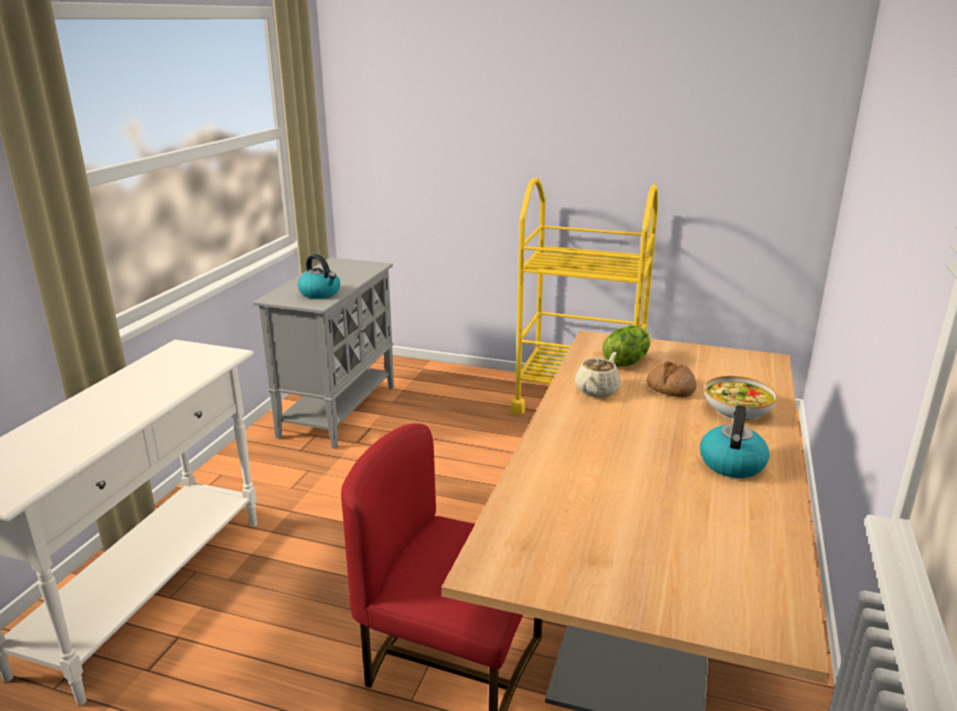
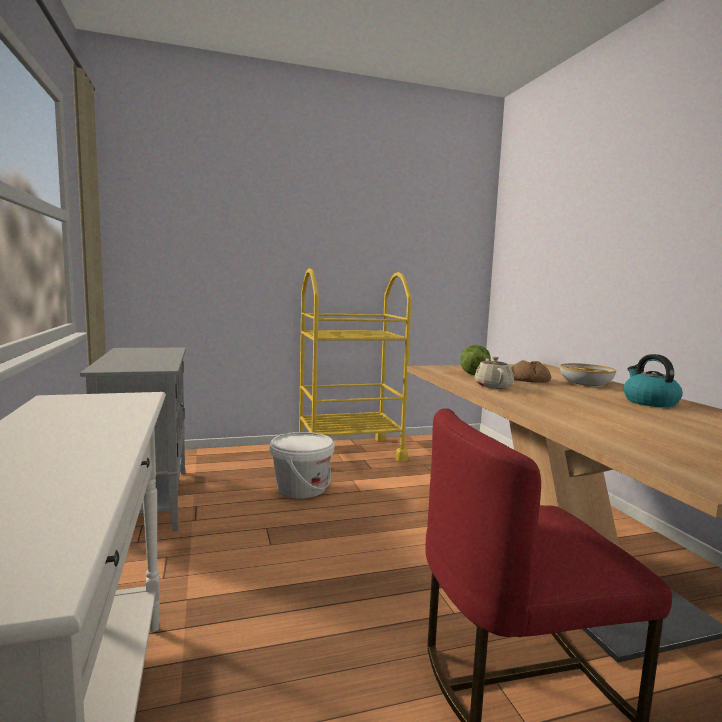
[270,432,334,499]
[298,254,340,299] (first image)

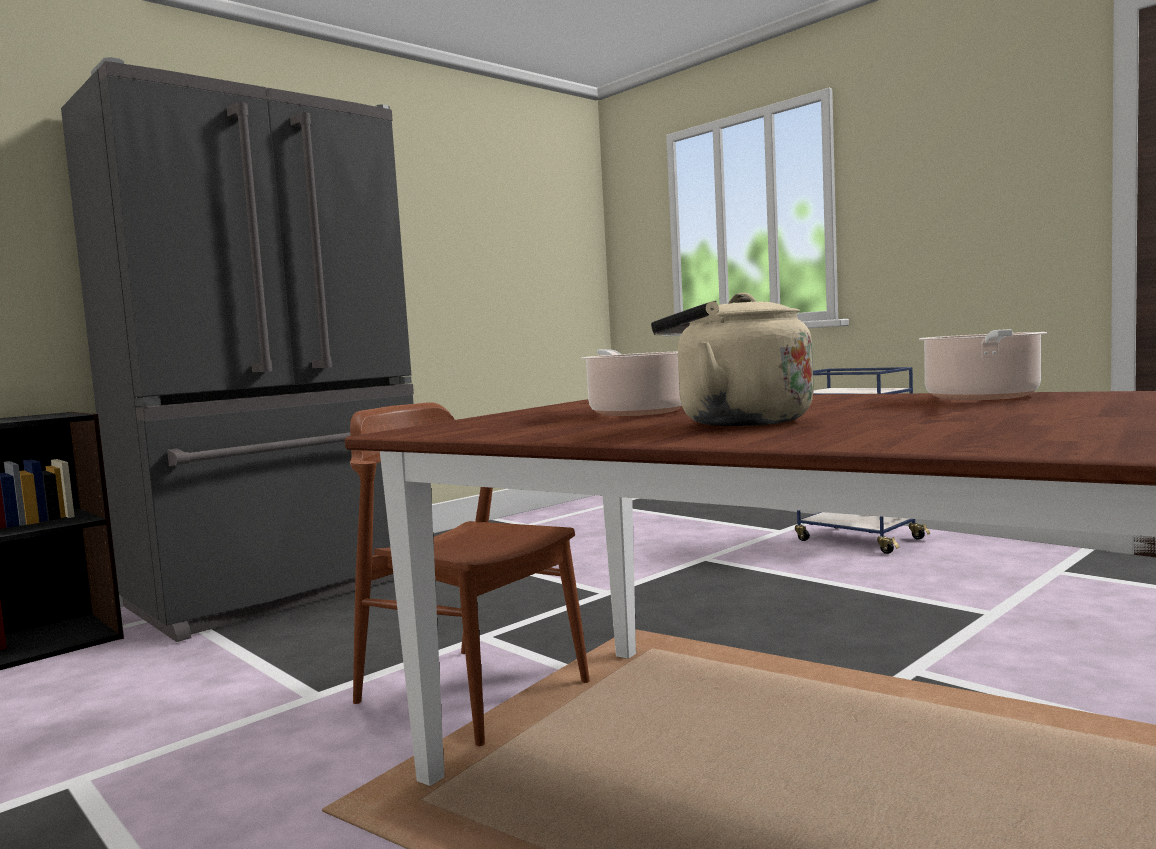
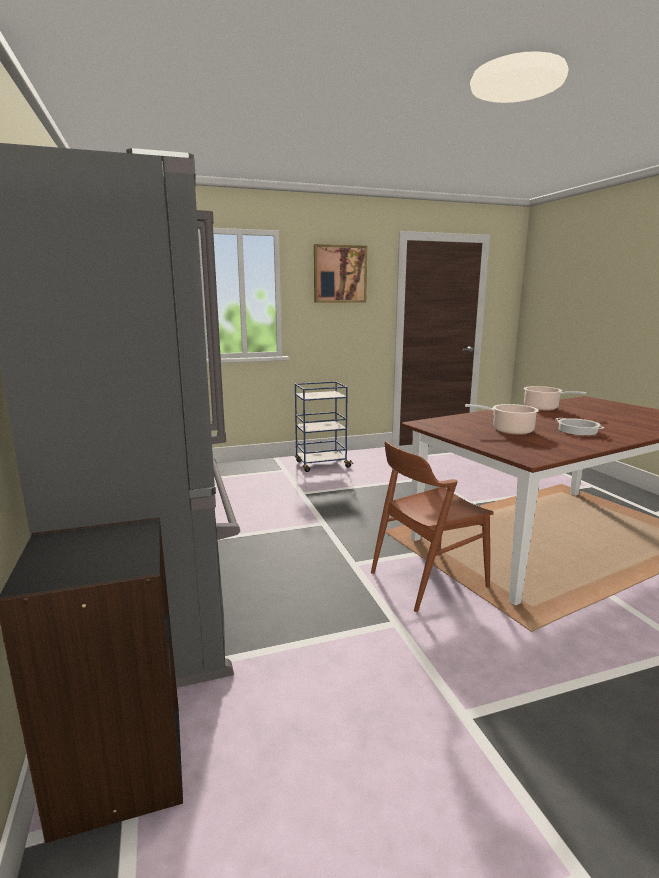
[314,244,367,303]
[556,418,605,435]

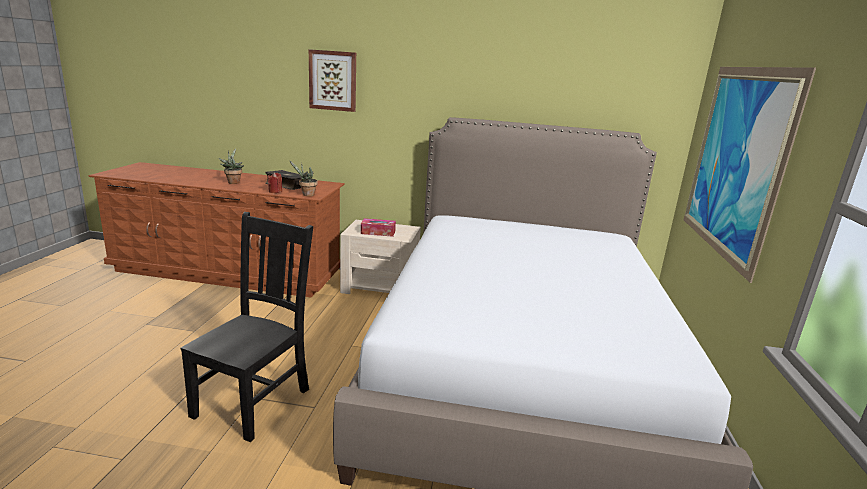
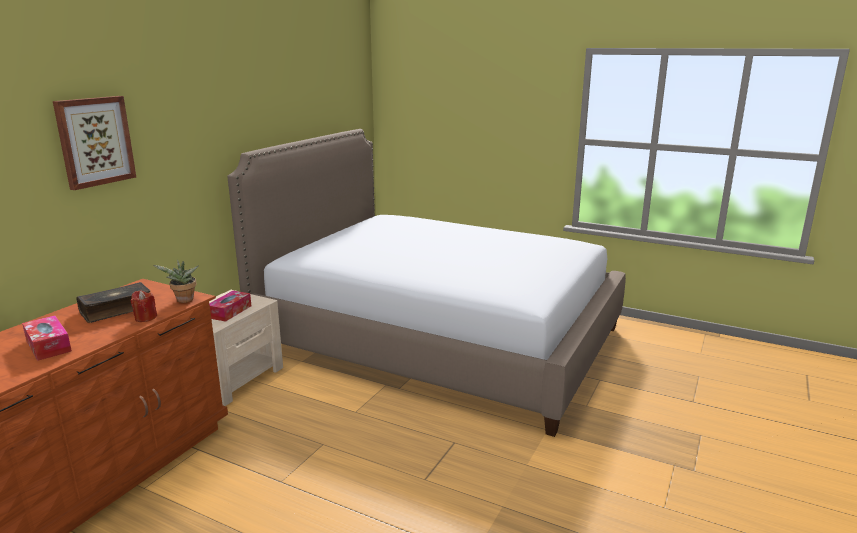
[22,315,72,361]
[180,212,313,442] (first image)
[684,67,816,283] (first image)

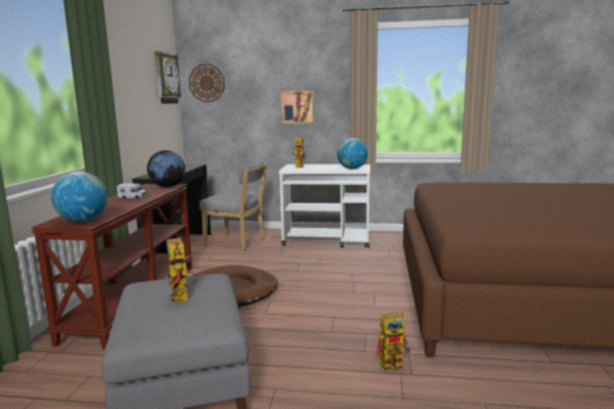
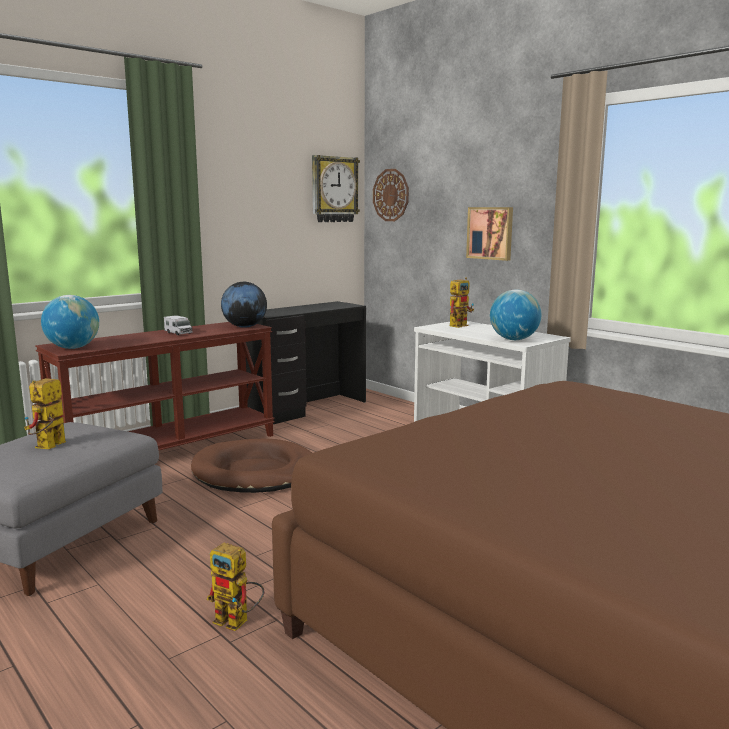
[199,161,267,250] (first image)

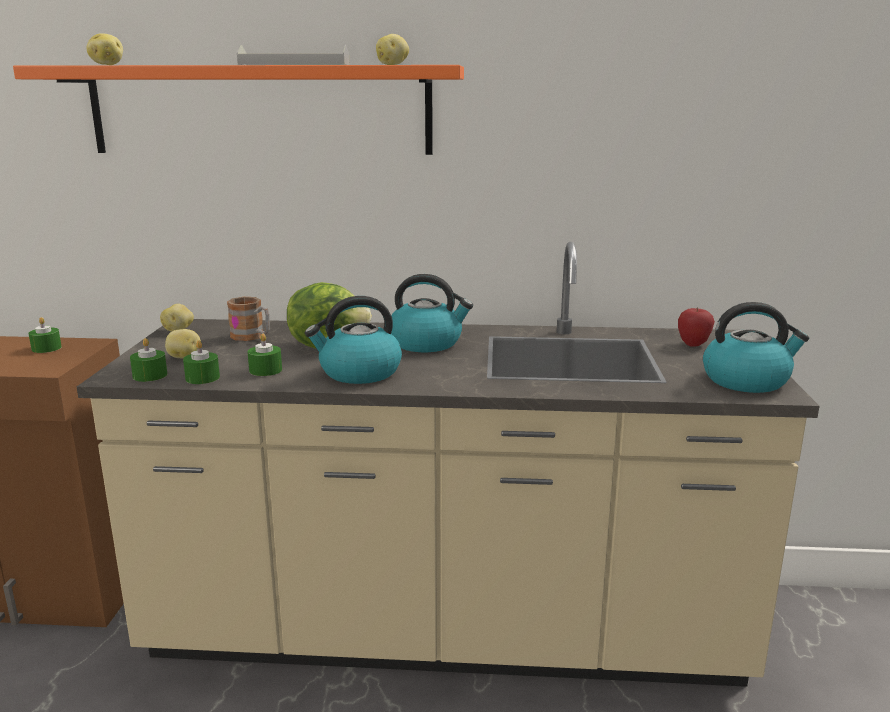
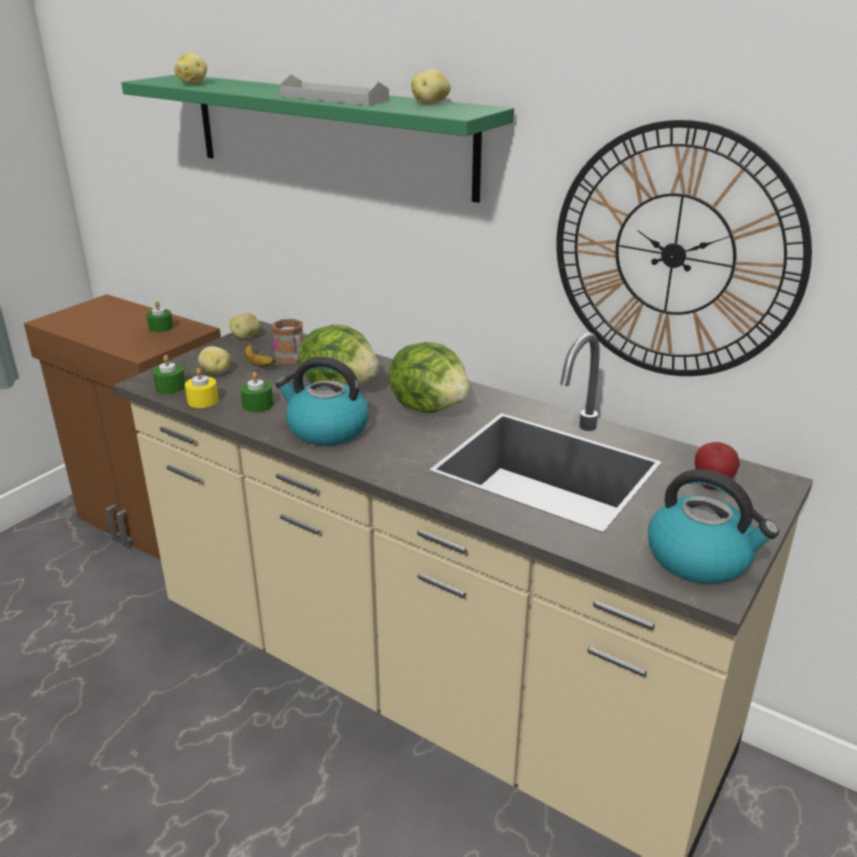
[121,75,514,203]
[185,368,219,408]
[245,337,276,367]
[389,342,470,413]
[556,119,812,376]

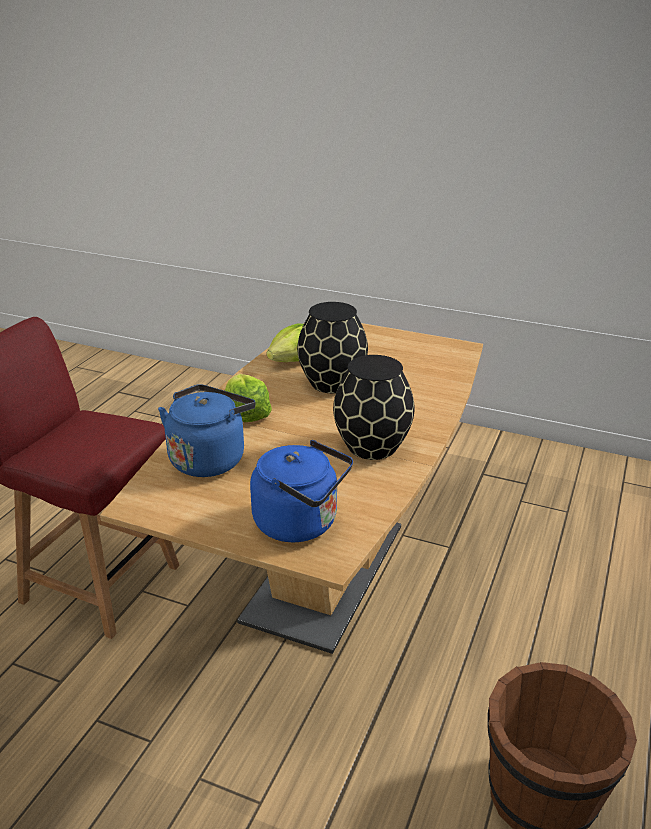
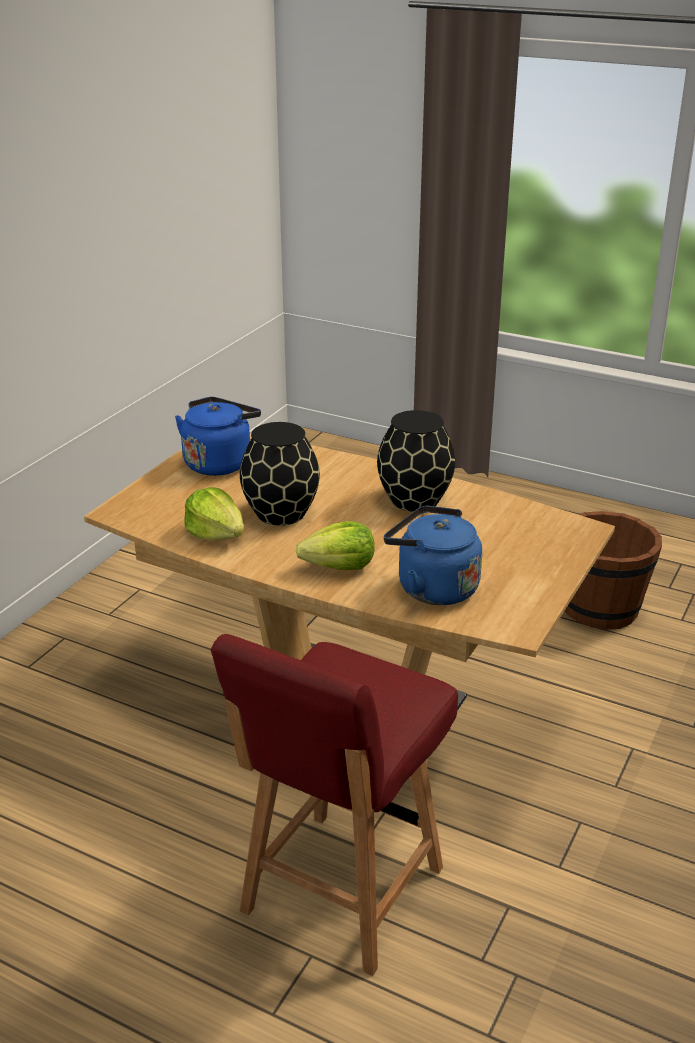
[175,397,261,476]

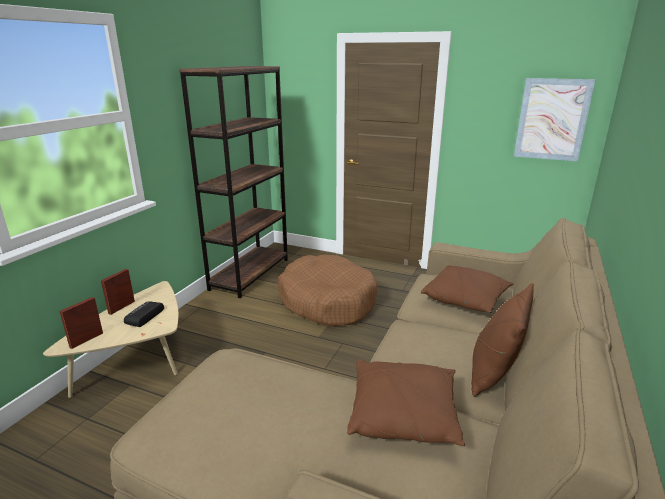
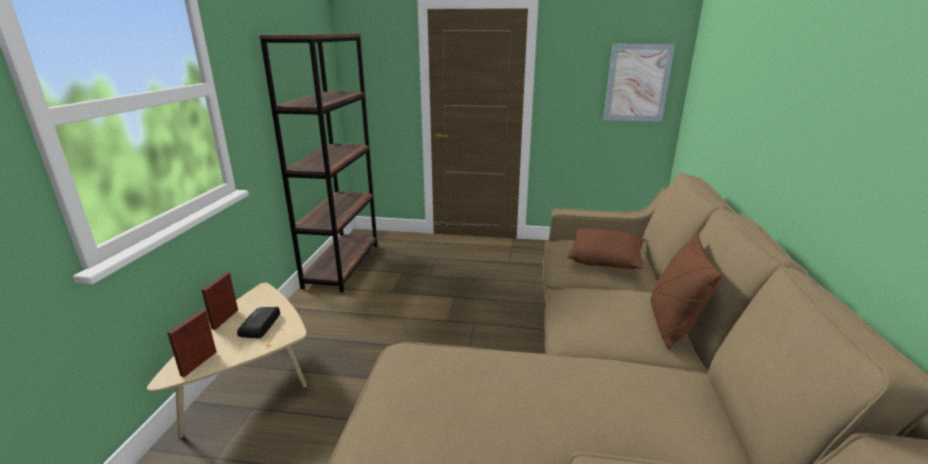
[278,255,377,327] (first image)
[347,360,465,446] (first image)

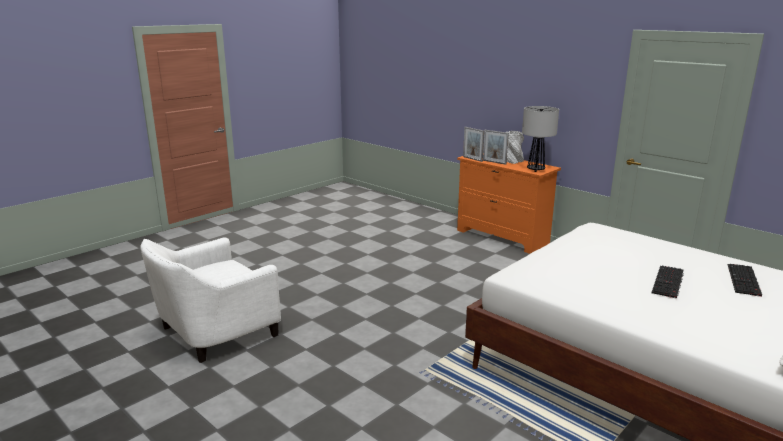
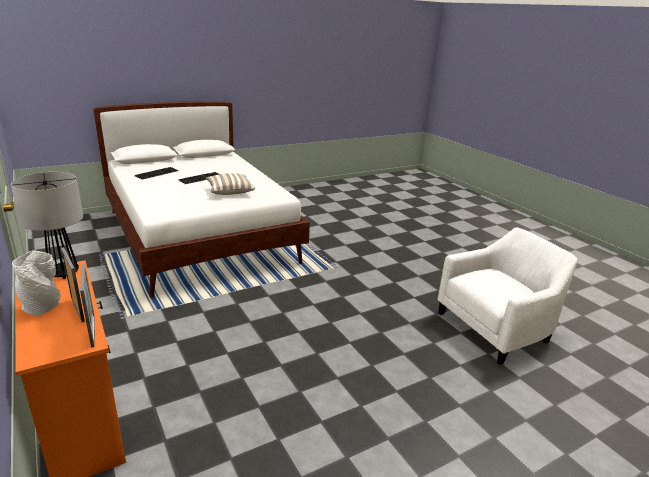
[206,173,255,195]

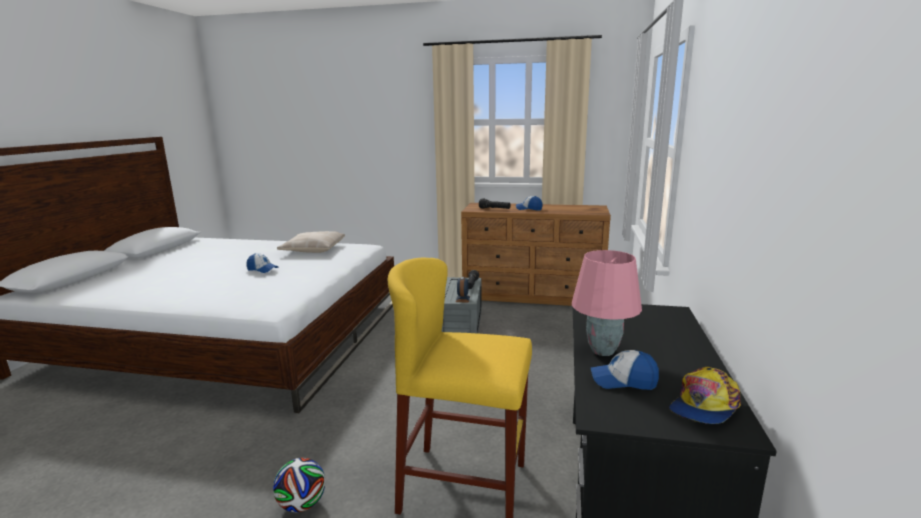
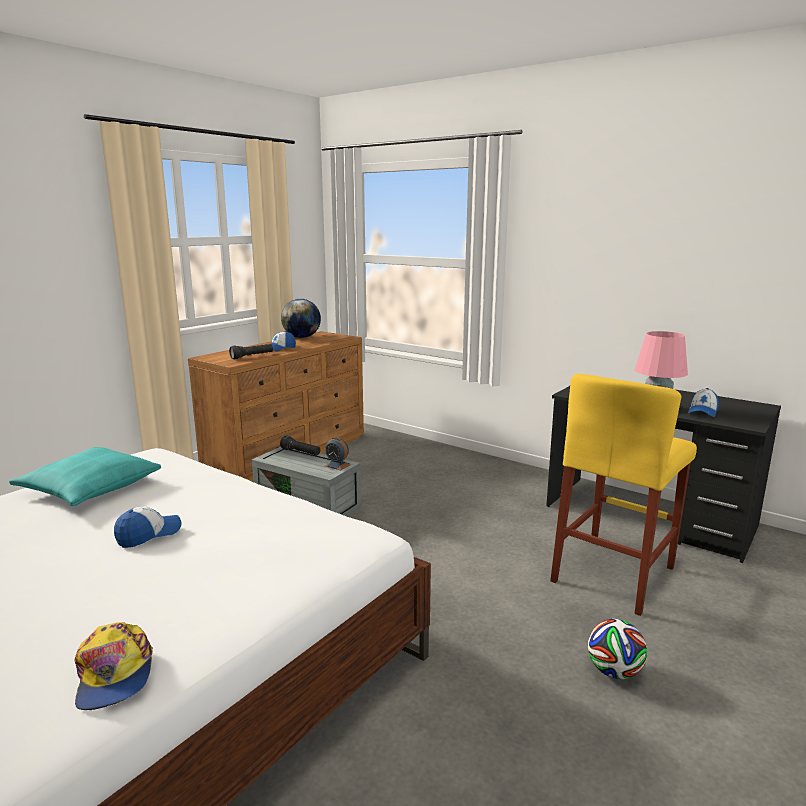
[9,447,161,506]
[75,622,153,710]
[281,299,321,338]

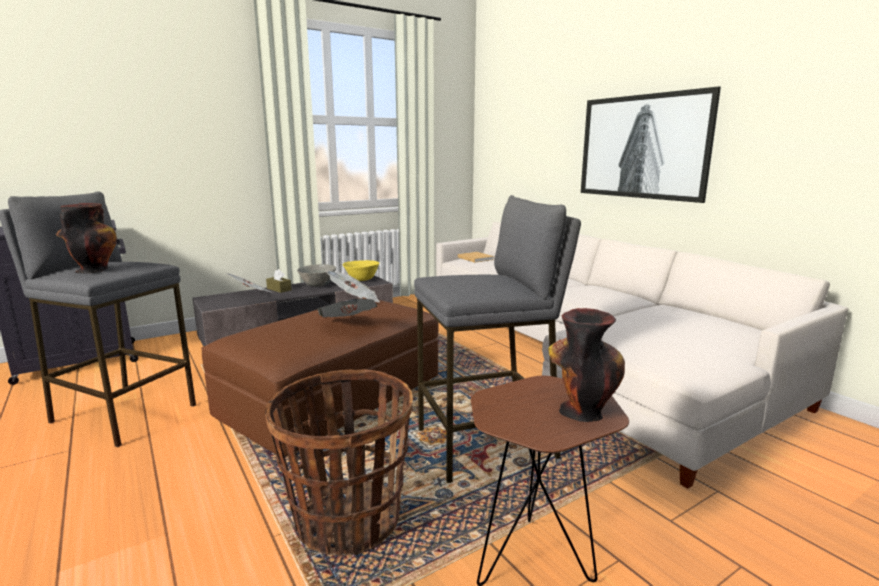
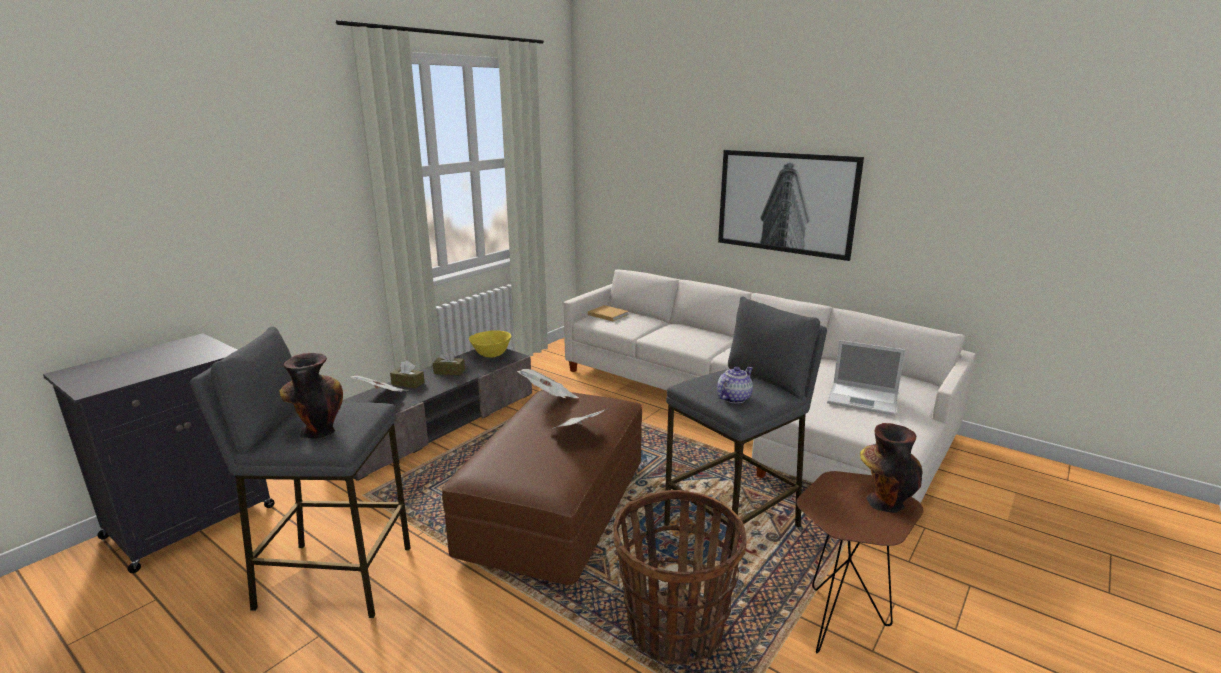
[433,350,465,375]
[717,367,753,404]
[827,340,905,416]

